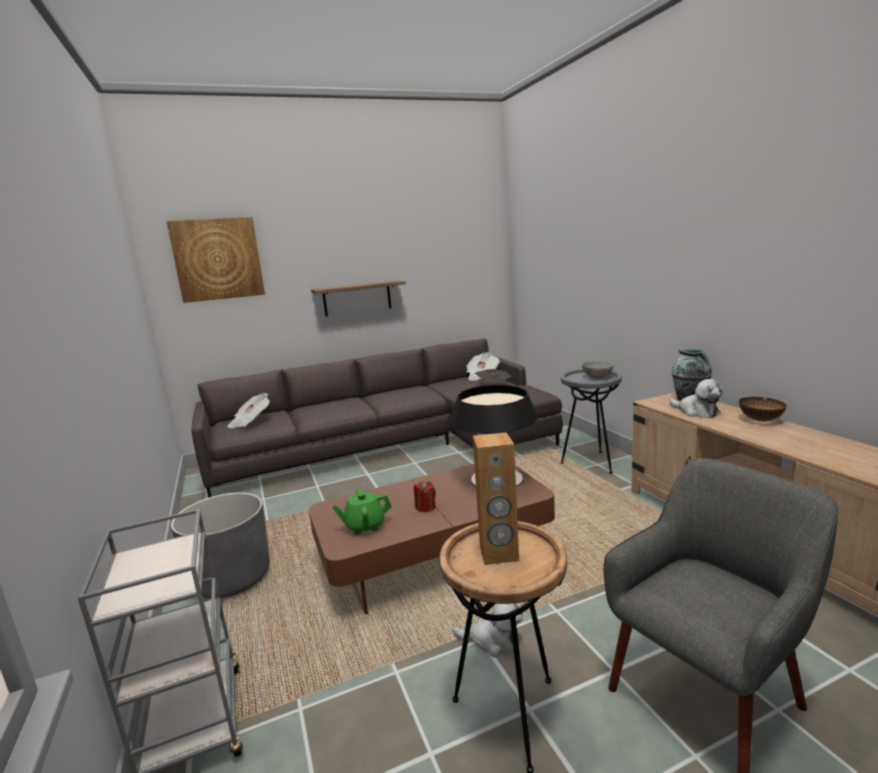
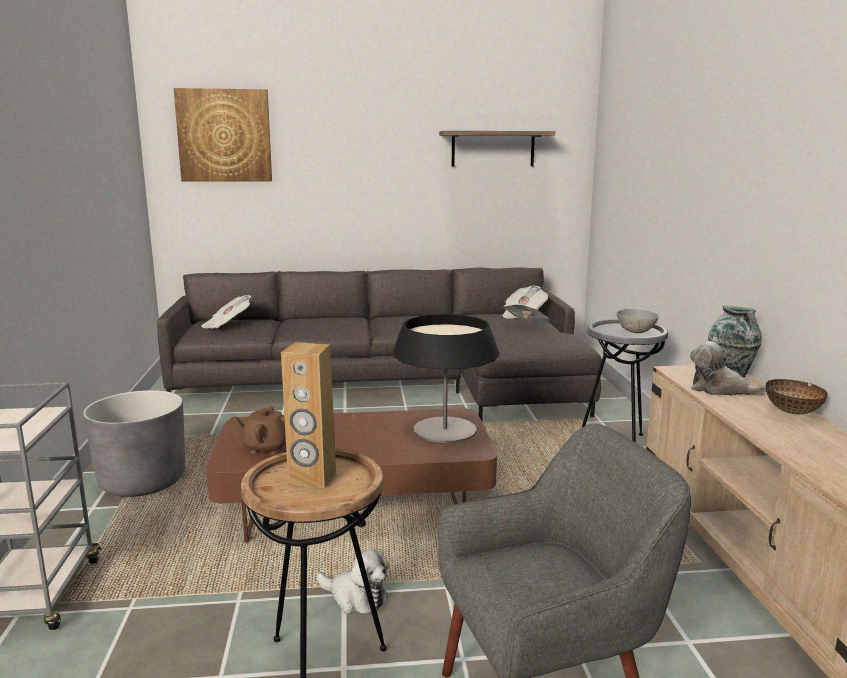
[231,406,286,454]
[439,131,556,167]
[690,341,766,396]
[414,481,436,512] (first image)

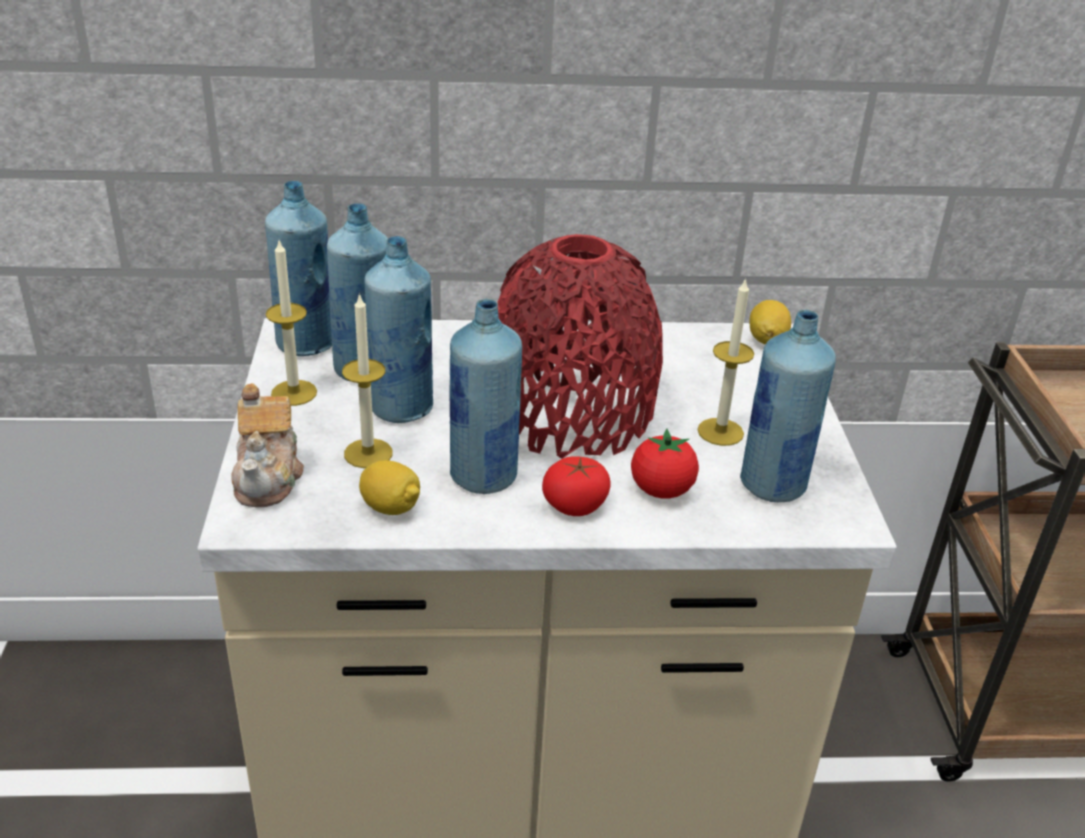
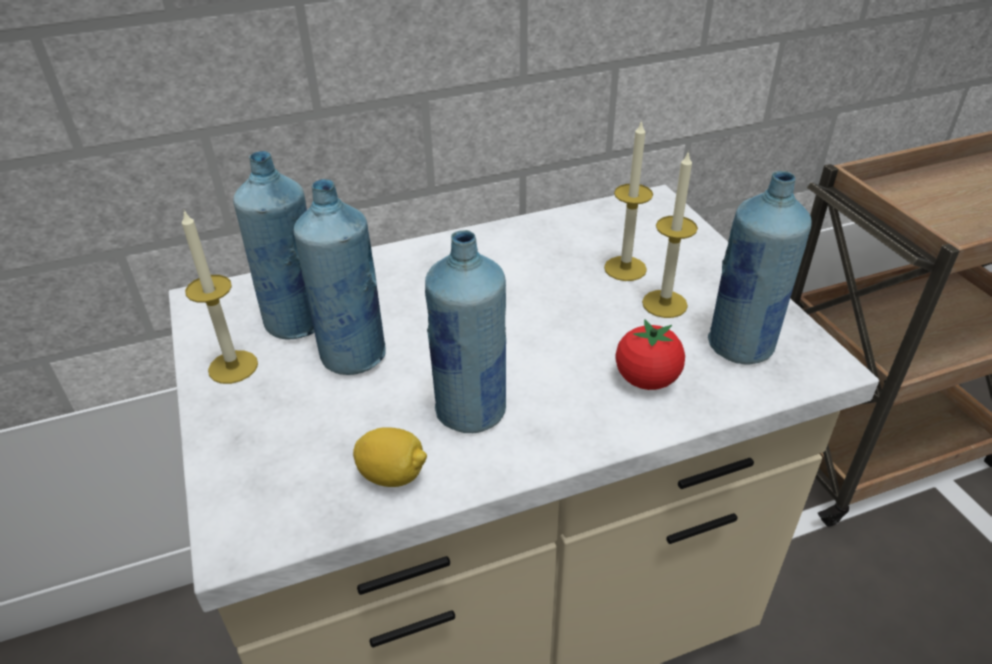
[604,120,653,281]
[231,383,304,507] (first image)
[265,181,332,356] (first image)
[497,234,663,459] (first image)
[542,456,611,516] (first image)
[750,300,791,345] (first image)

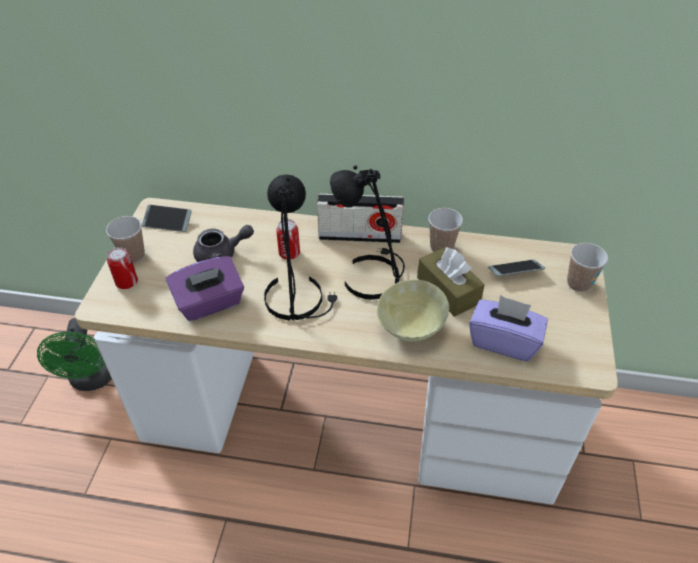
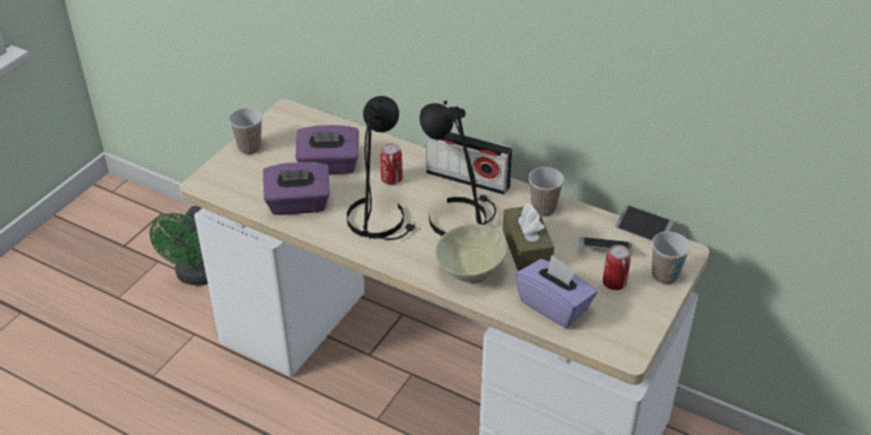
[295,125,359,174]
[603,245,631,290]
[615,205,674,241]

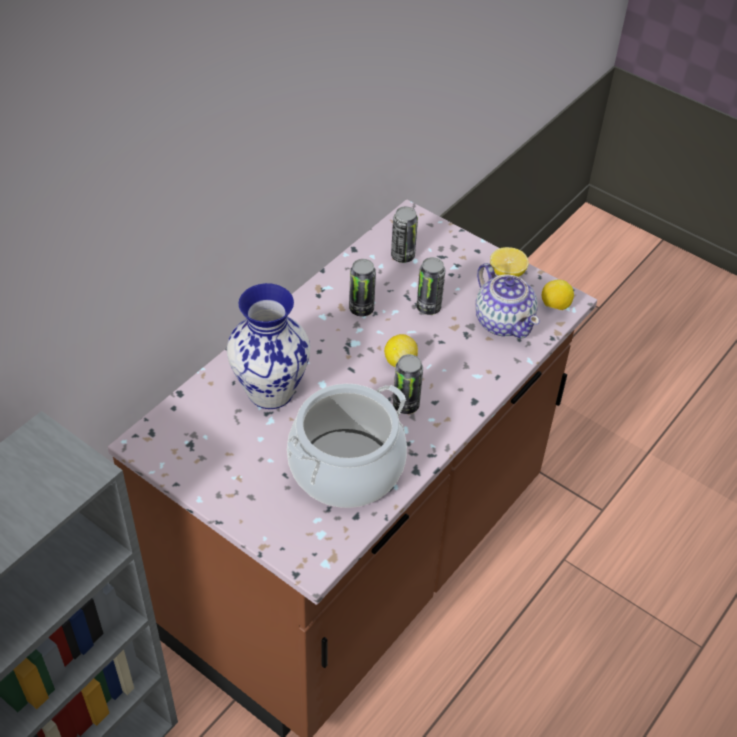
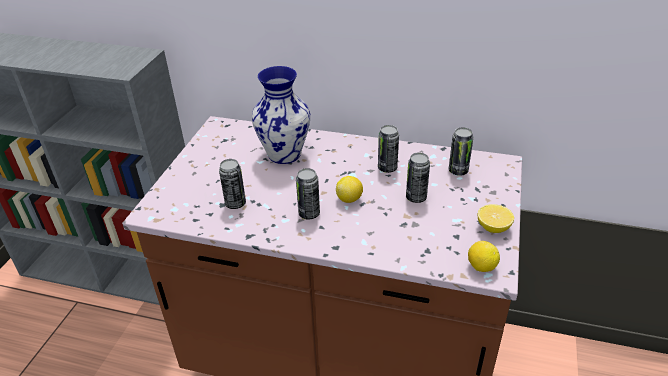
[219,159,246,209]
[476,263,540,338] (first image)

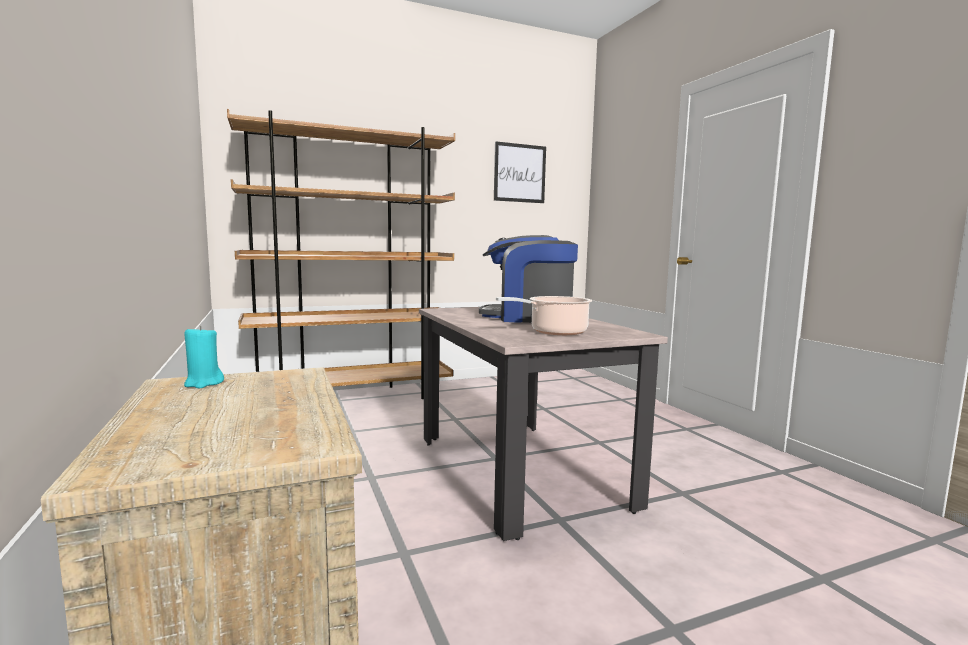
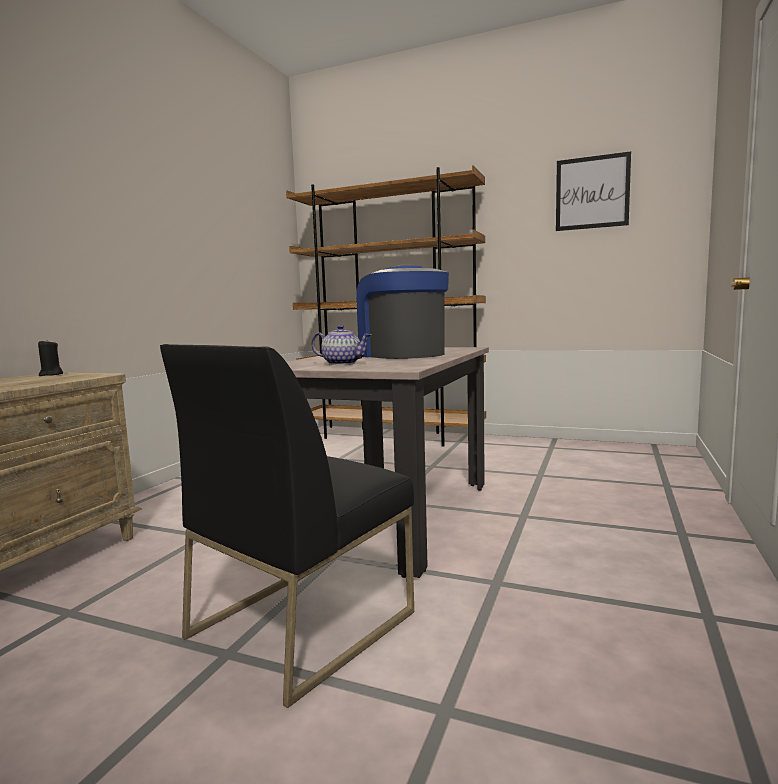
[38,340,63,376]
[160,344,414,708]
[311,325,372,365]

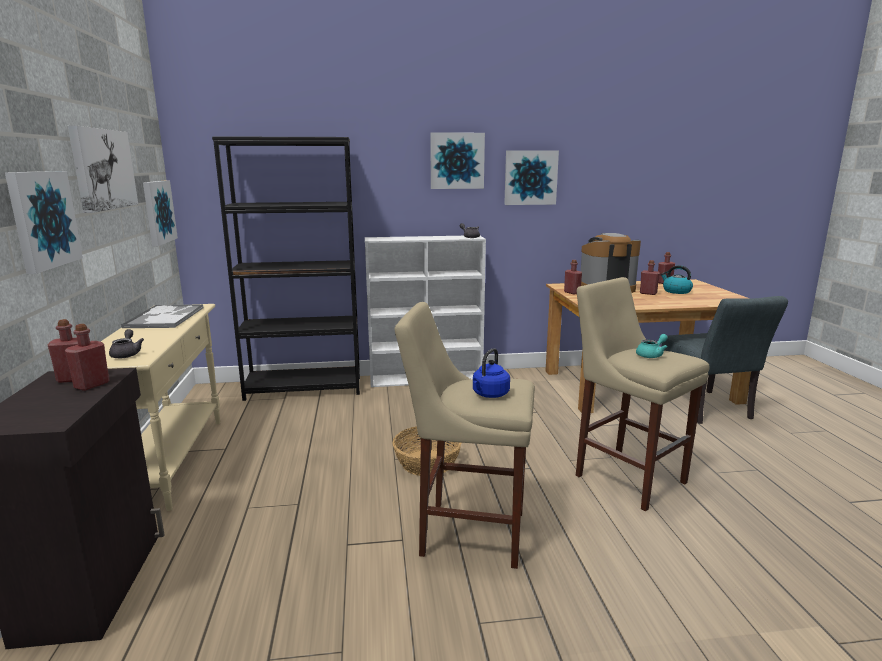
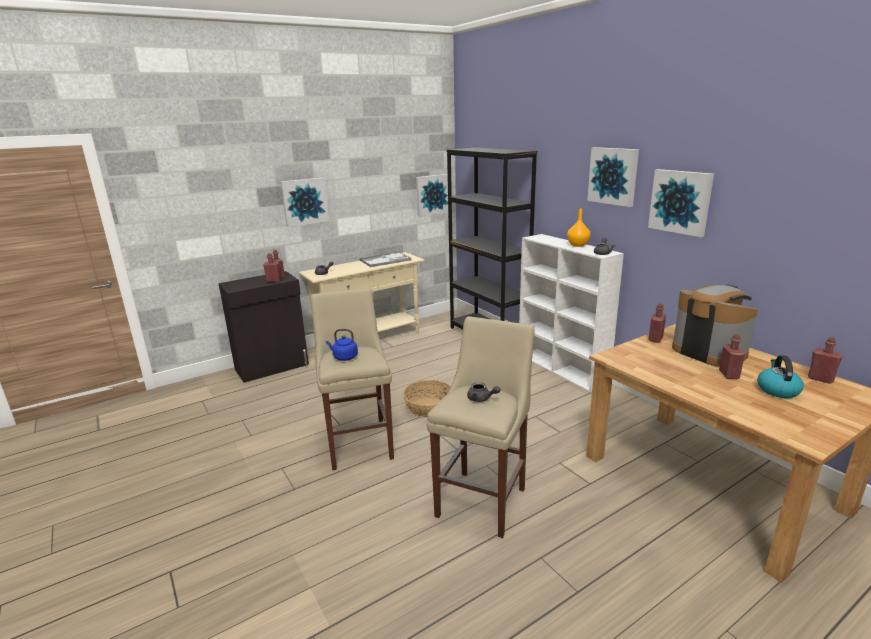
[467,382,500,402]
[567,209,591,247]
[68,125,138,213] (first image)
[661,296,788,424] (first image)

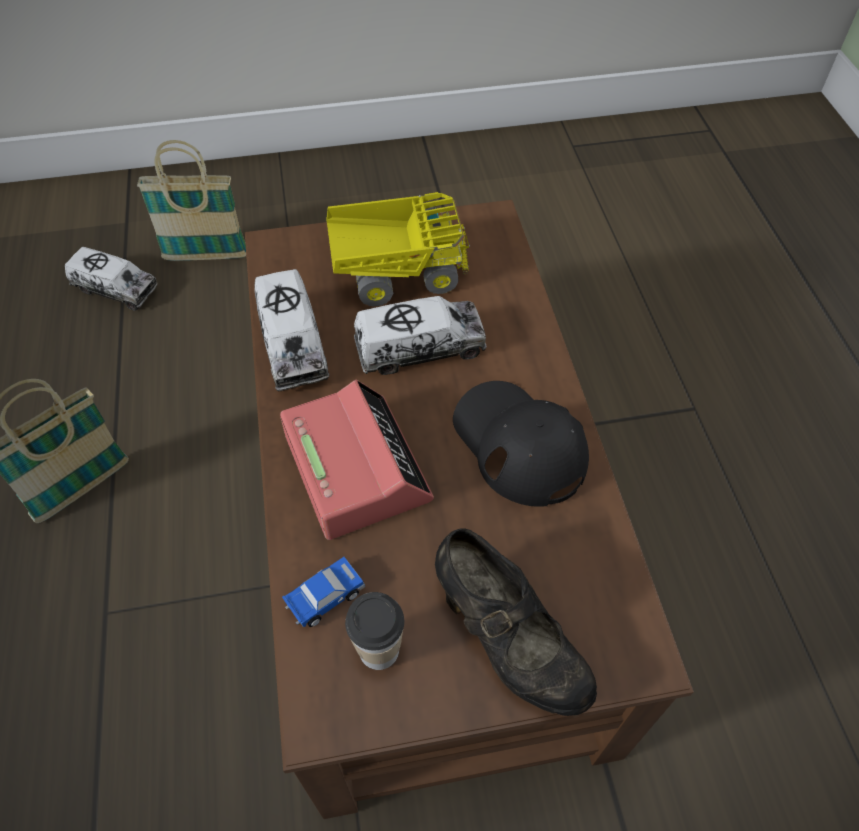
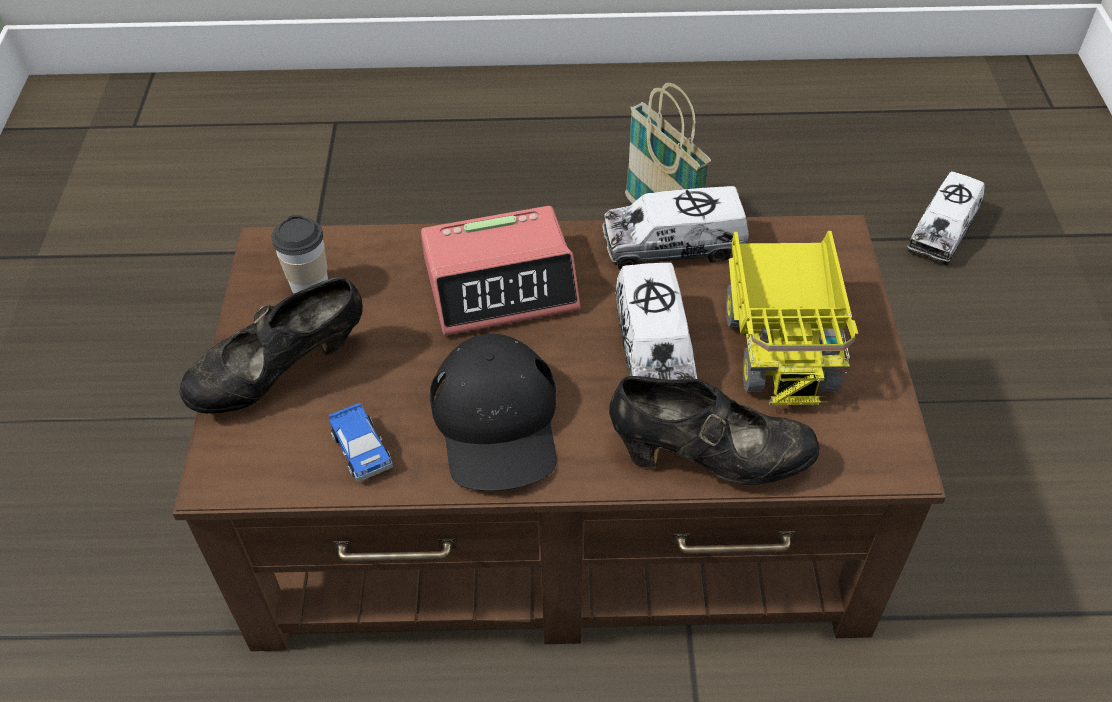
[329,403,393,482]
[430,334,557,491]
[609,376,819,485]
[137,140,246,261] (first image)

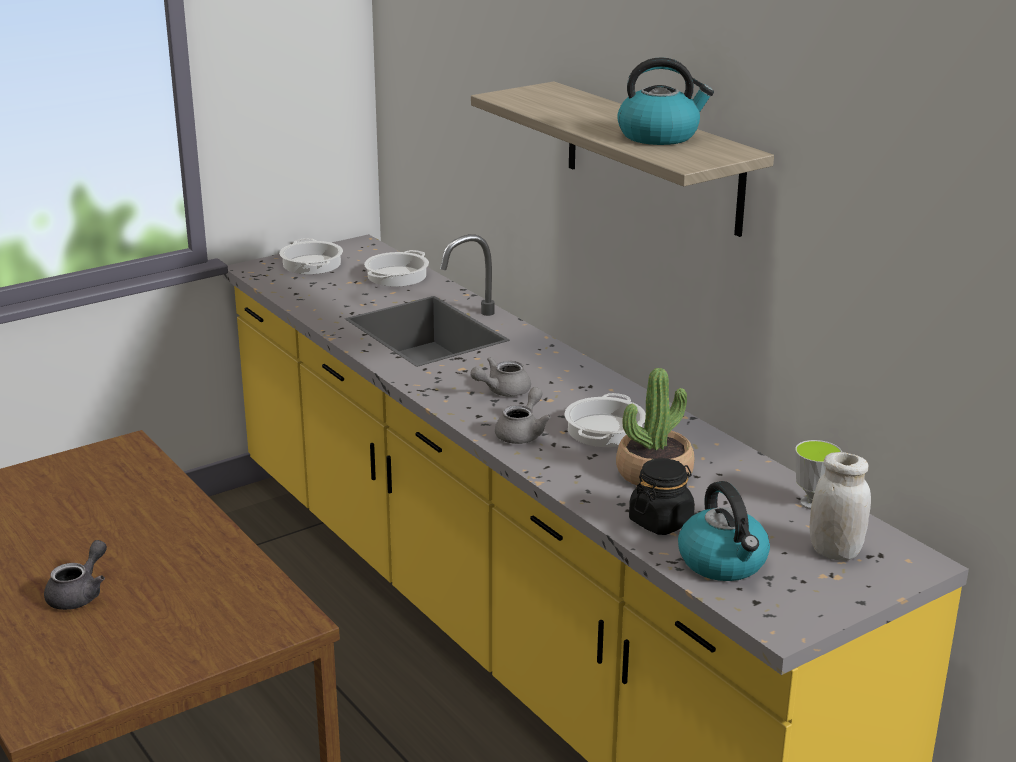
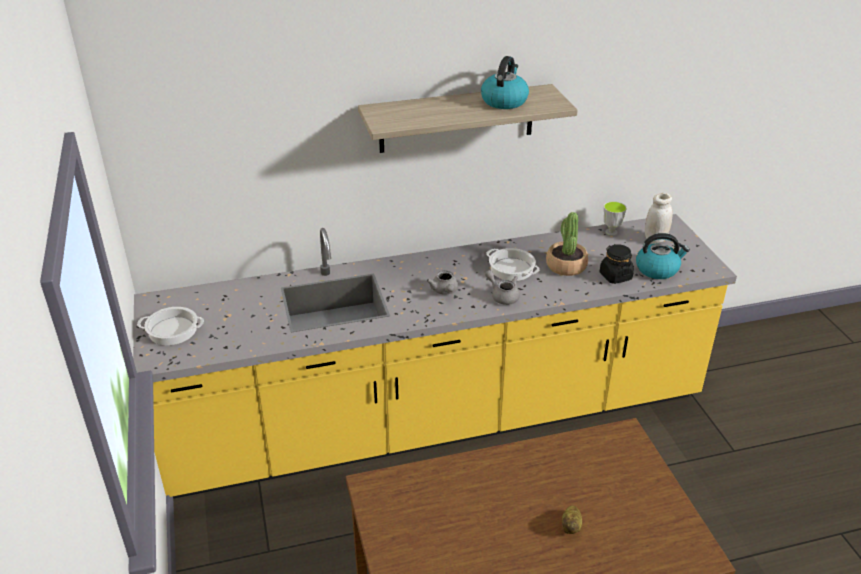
[562,506,582,534]
[364,250,429,287] (first image)

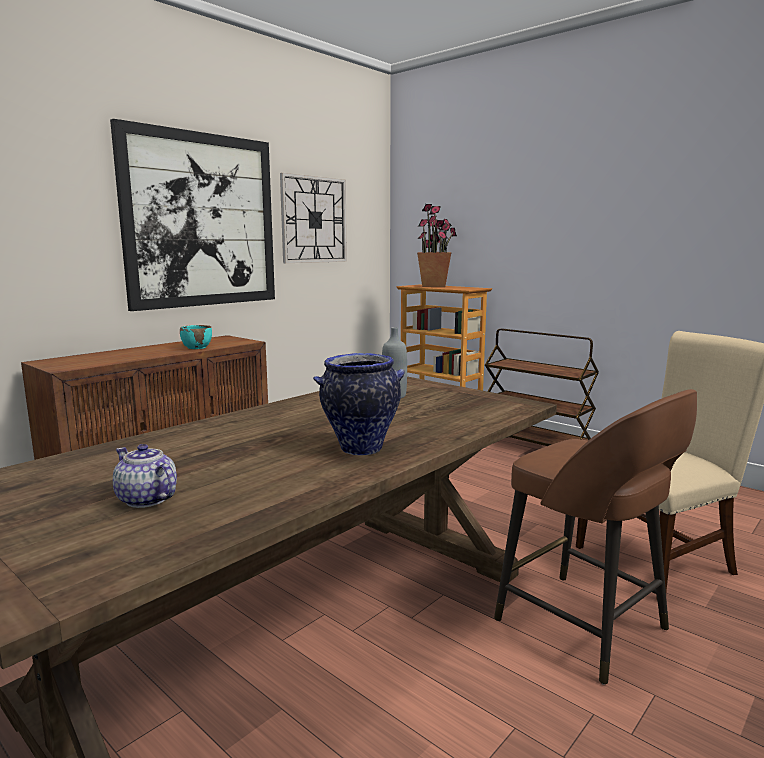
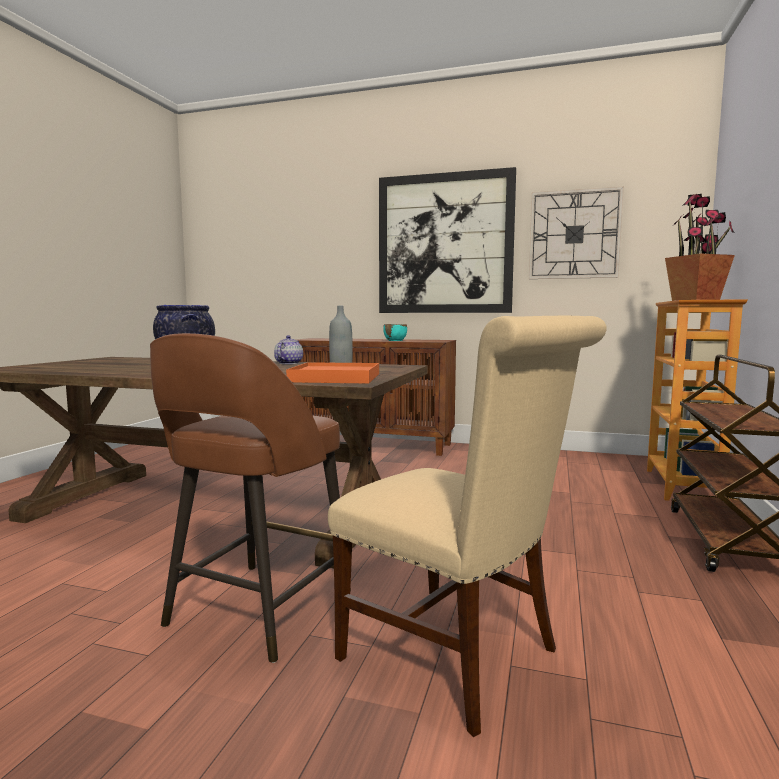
[274,335,303,364]
[286,362,379,383]

